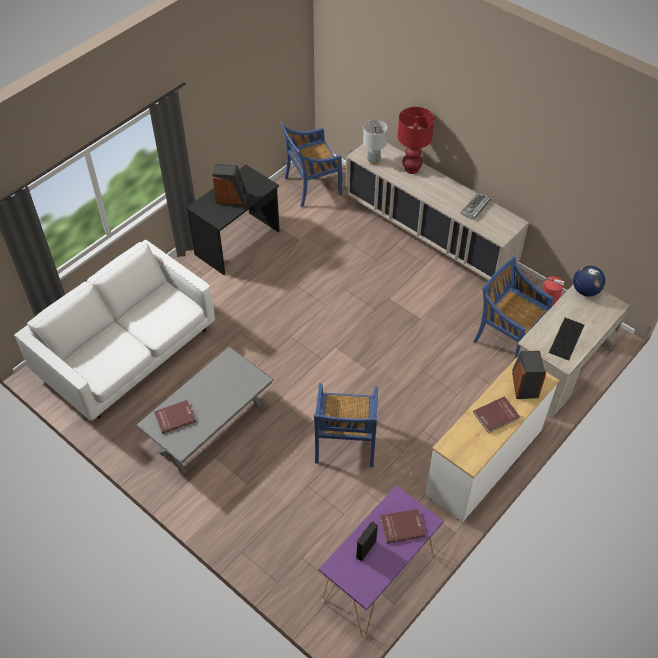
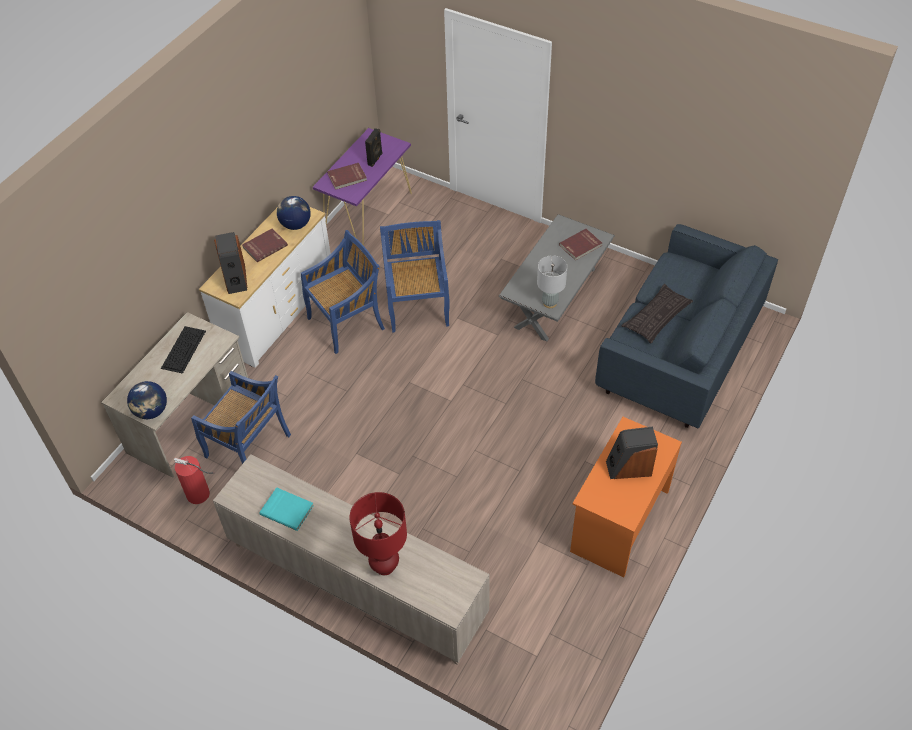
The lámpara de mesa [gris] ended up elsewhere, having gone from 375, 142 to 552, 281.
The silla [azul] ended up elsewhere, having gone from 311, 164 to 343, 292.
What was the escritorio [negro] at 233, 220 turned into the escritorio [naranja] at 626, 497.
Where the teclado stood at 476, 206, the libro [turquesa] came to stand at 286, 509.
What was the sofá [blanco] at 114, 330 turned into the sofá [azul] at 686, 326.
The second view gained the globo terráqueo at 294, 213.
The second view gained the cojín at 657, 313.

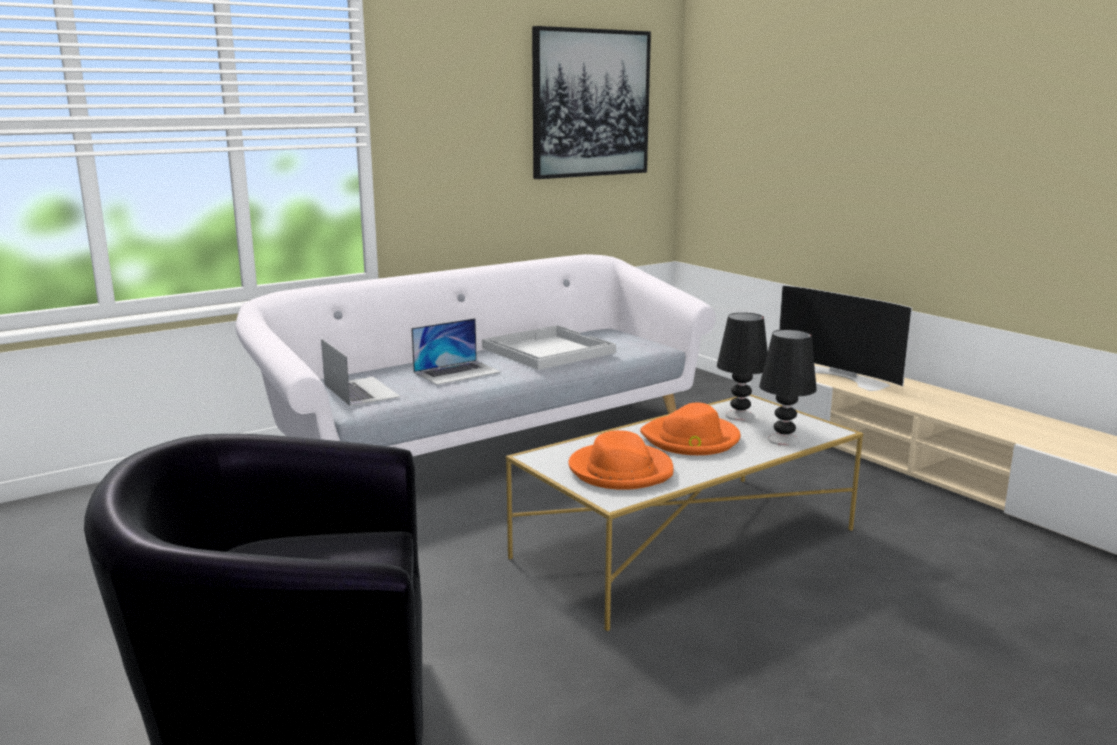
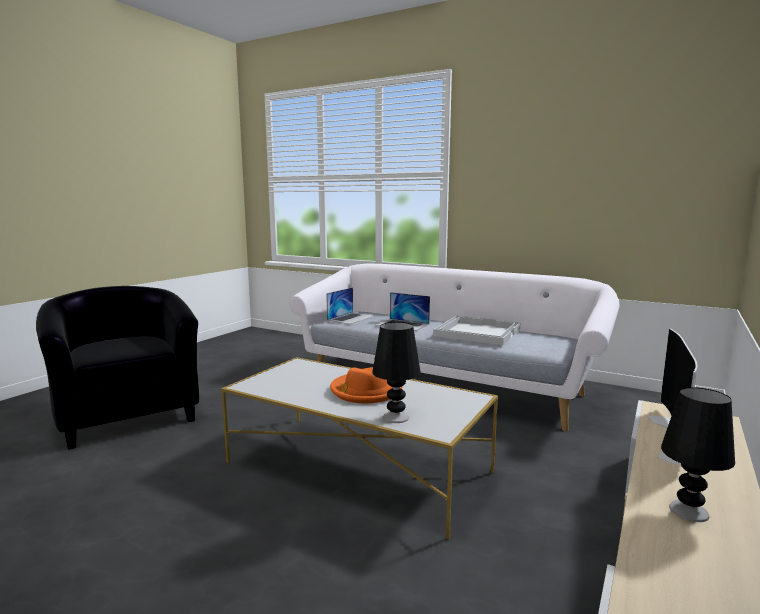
The second view lost the cuadro at 591, 102.
The lámpara de mesa [negro] ended up elsewhere, having gone from 742, 367 to 698, 454.
The second view lost the sombrero [naranja] at 621, 460.

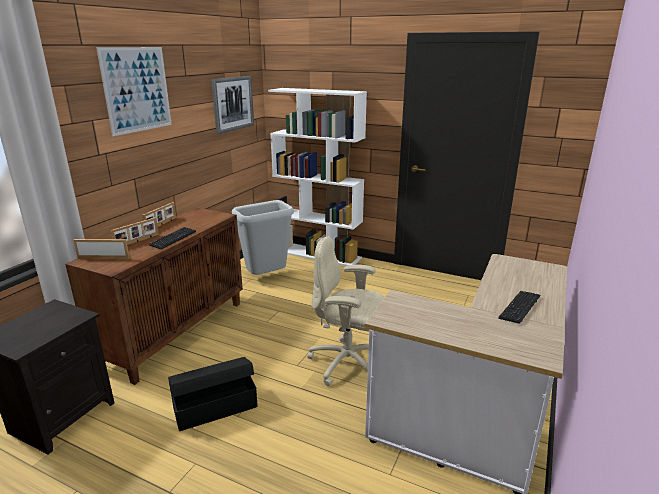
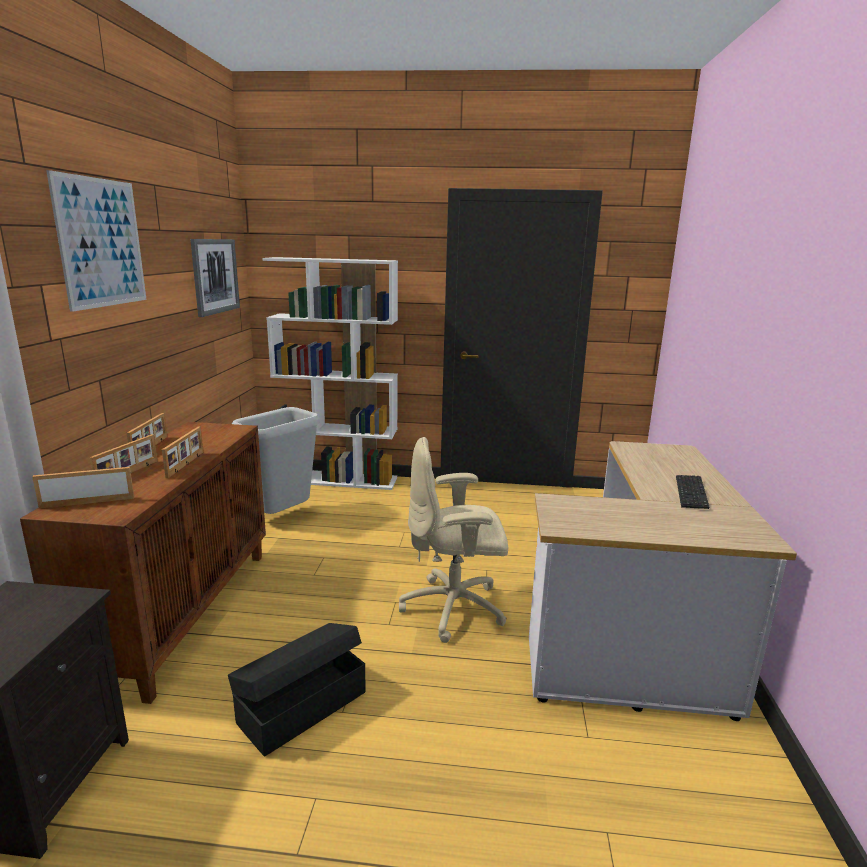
Where the teclado stood at 172, 238, the portarretratos came to stand at 182, 452.

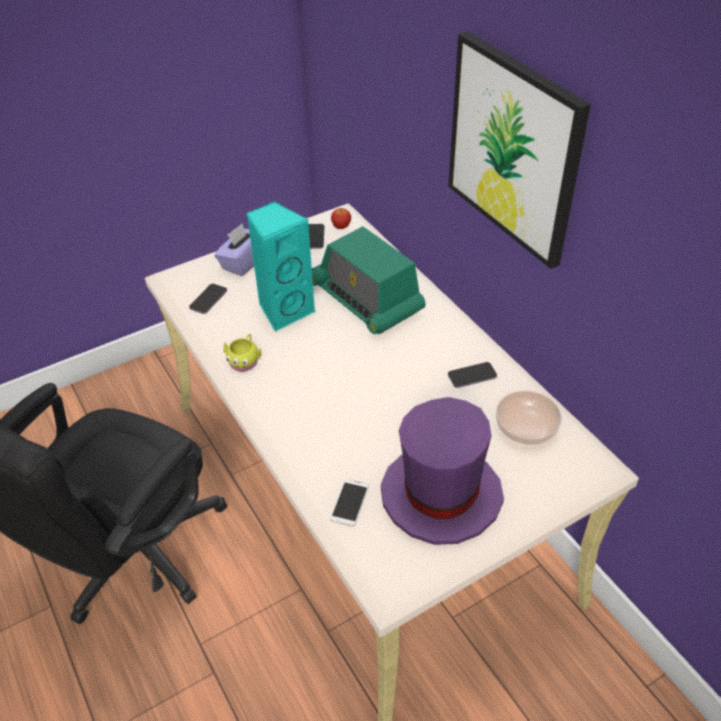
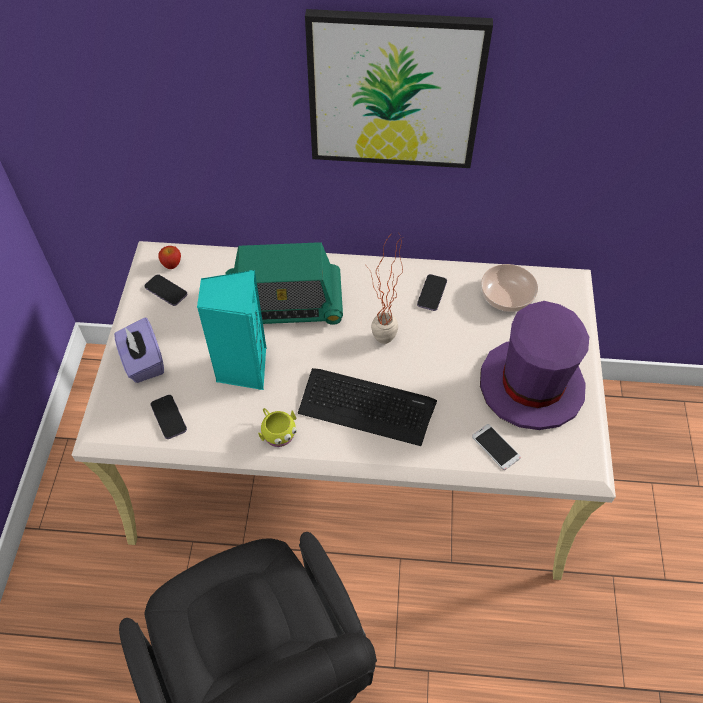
The second view gained the planta en maceta at 385, 289.
The second view gained the teclado at 367, 407.

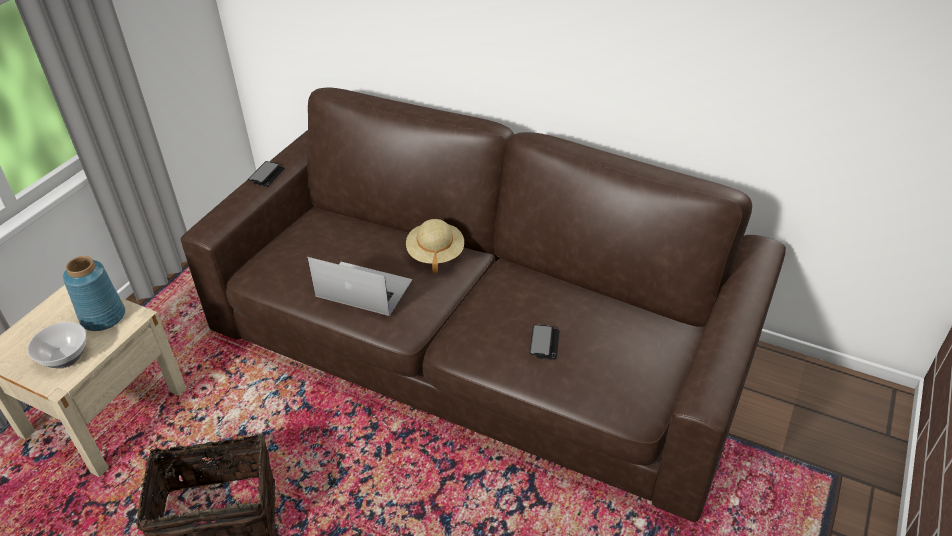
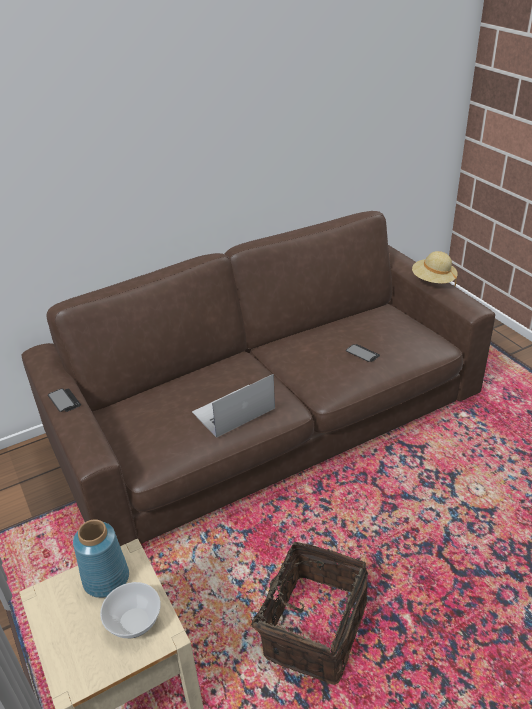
The sombrero [beis] ended up elsewhere, having gone from 435, 246 to 435, 269.

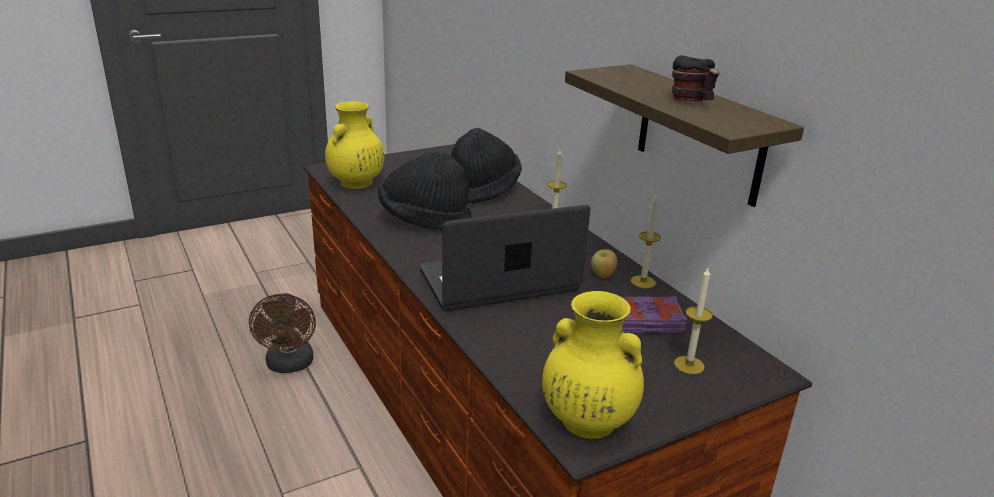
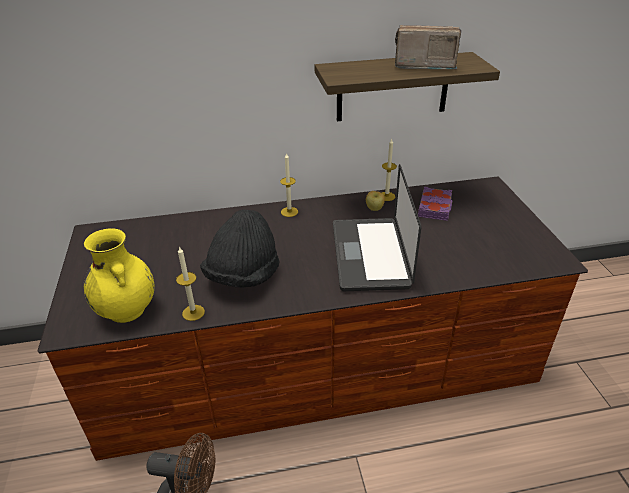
Where the taza grande stood at 695, 78, the radio came to stand at 428, 47.
The second view lost the sombrero [negro] at 486, 165.
The vela ended up elsewhere, having gone from 693, 321 to 190, 283.
The second view lost the florero [amarillo] at 593, 365.

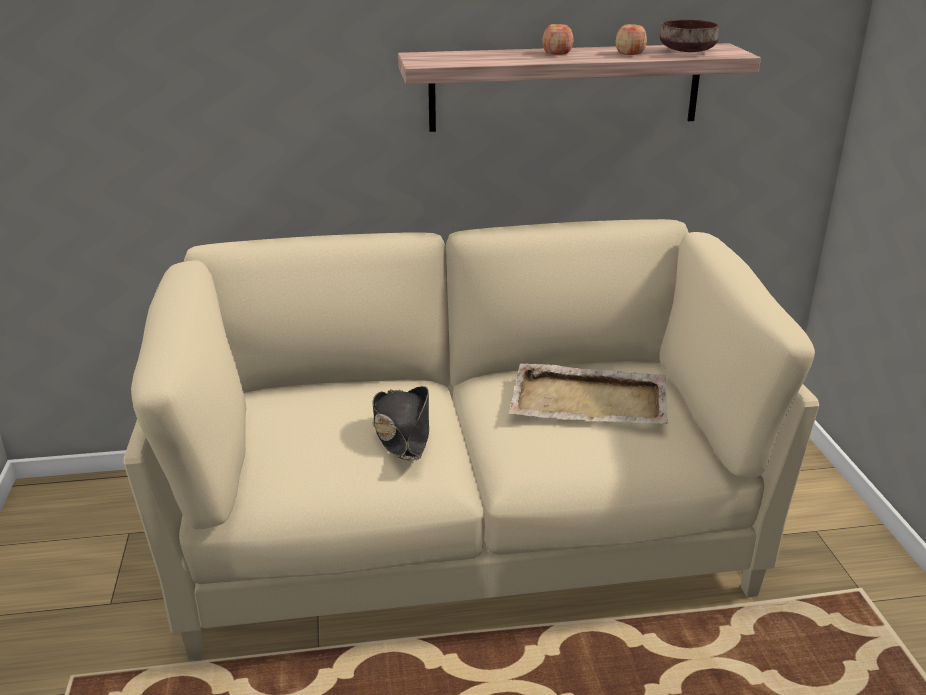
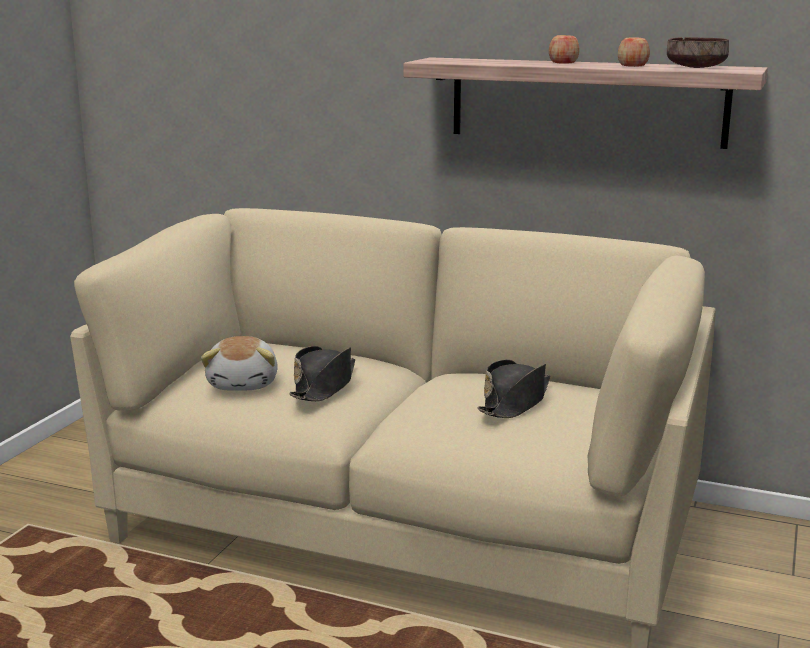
Where the bandeja [beis] stood at 588, 393, the sombrero [negro] came to stand at 514, 388.
The second view gained the peluche at 239, 363.

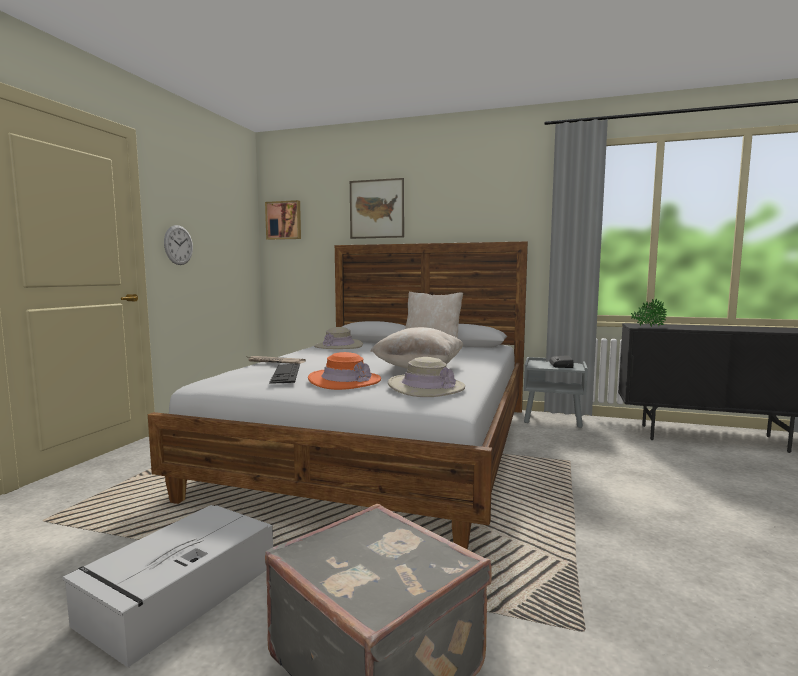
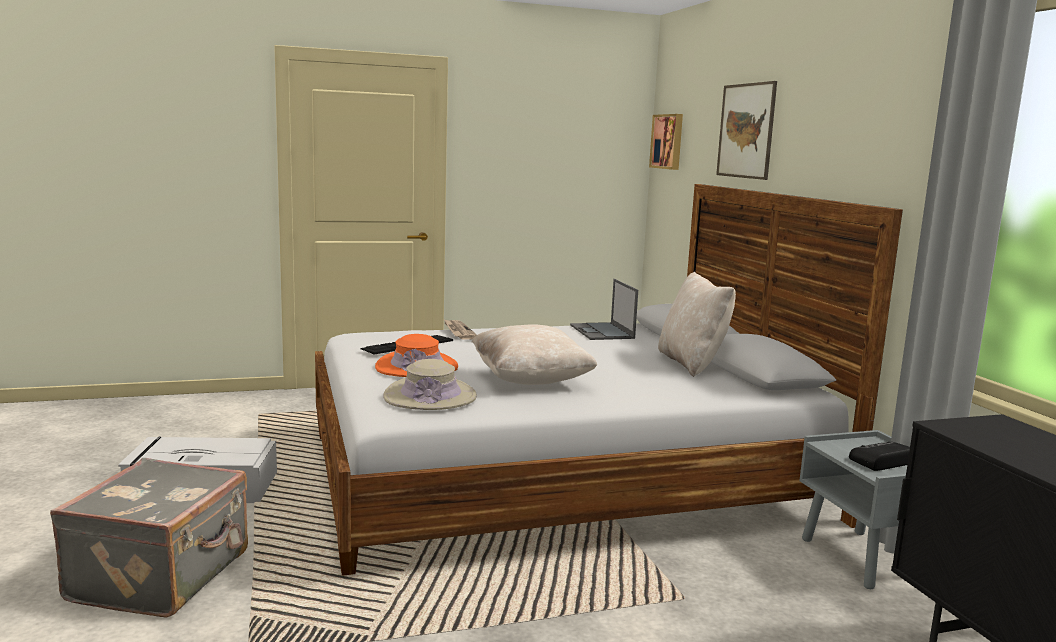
The second view lost the reloj de pared at 178, 245.
The second view lost the planta en maceta at 649, 313.
Where the sombrero [beis] stood at 338, 338, the portátil came to stand at 604, 309.

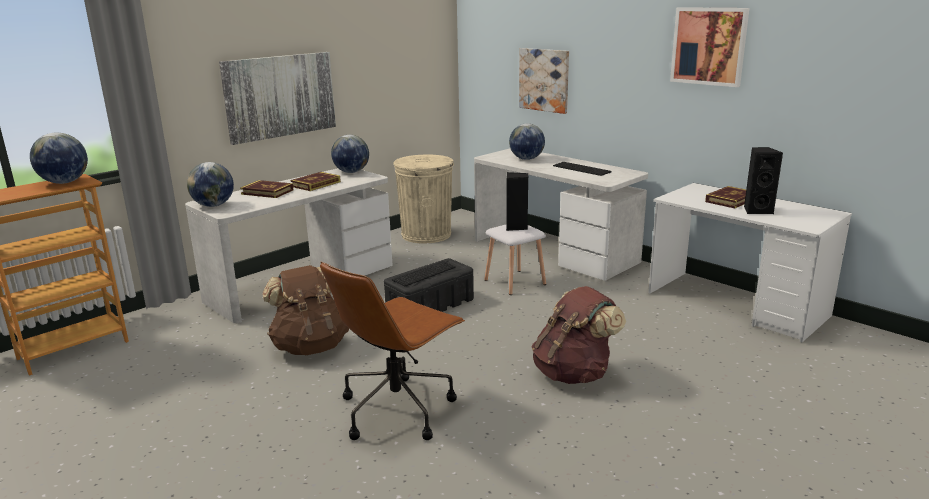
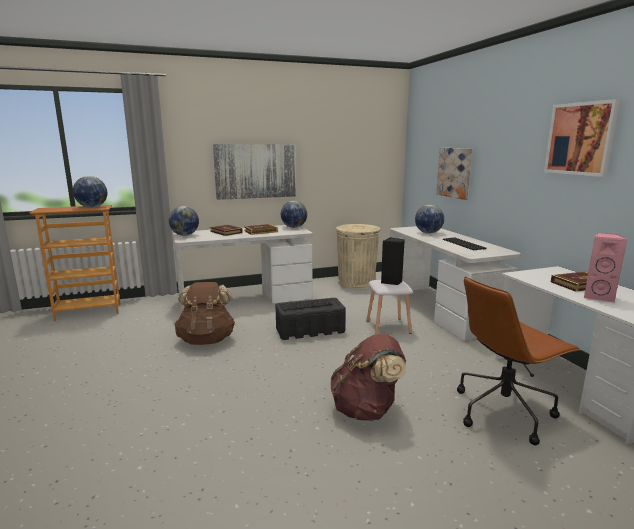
What was the altavoz [negro] at 763, 180 turned into the altavoz [rosa] at 605, 267.
The silla de oficina [marrón] ended up elsewhere, having gone from 392, 350 to 519, 360.

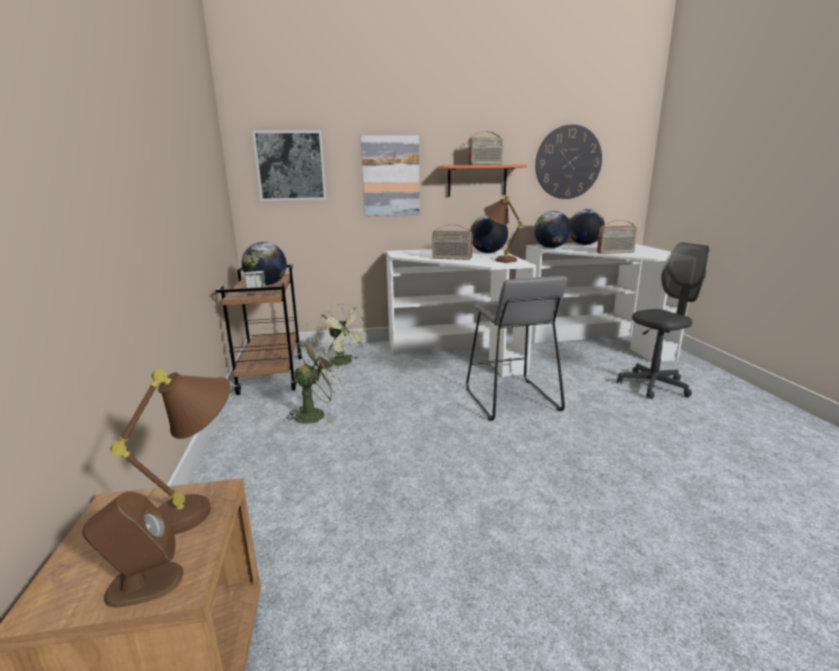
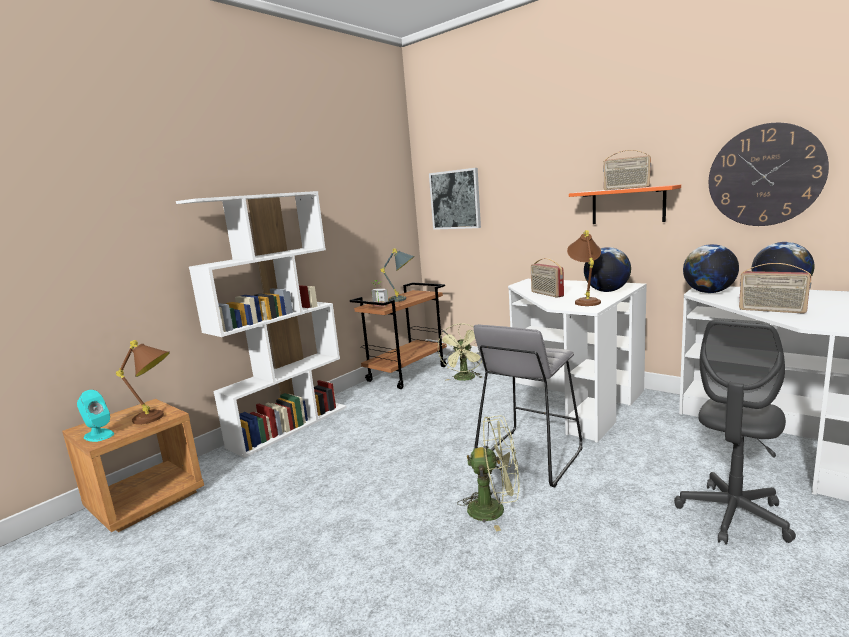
The second view lost the cuadro at 390, 175.
Where the globo terráqueo stood at 264, 263, the lámpara de mesa [gris] came to stand at 398, 275.
The silla de oficina [gris] at 663, 320 ended up facing another way, 105 degrees clockwise from before.
The ventilador [verde] ended up elsewhere, having gone from 313, 381 to 488, 473.
What was the altavoz [marrón] at 132, 549 turned into the altavoz [turquesa] at 95, 416.
The second view gained the estantería [blanco] at 261, 324.

